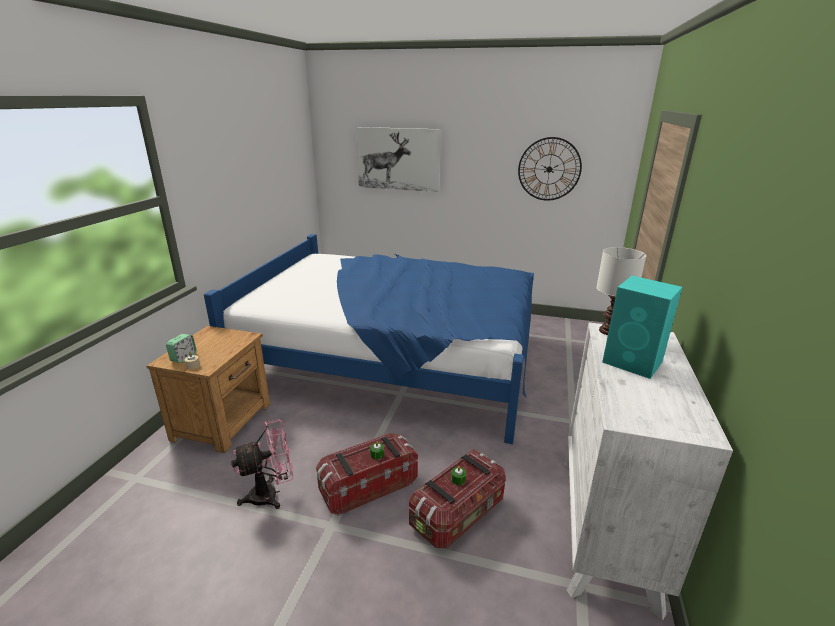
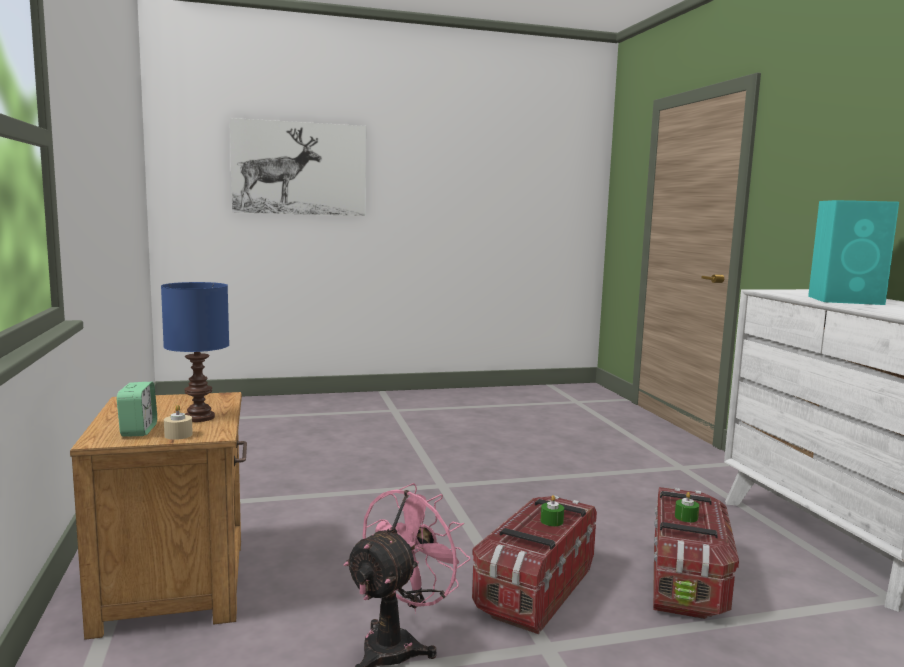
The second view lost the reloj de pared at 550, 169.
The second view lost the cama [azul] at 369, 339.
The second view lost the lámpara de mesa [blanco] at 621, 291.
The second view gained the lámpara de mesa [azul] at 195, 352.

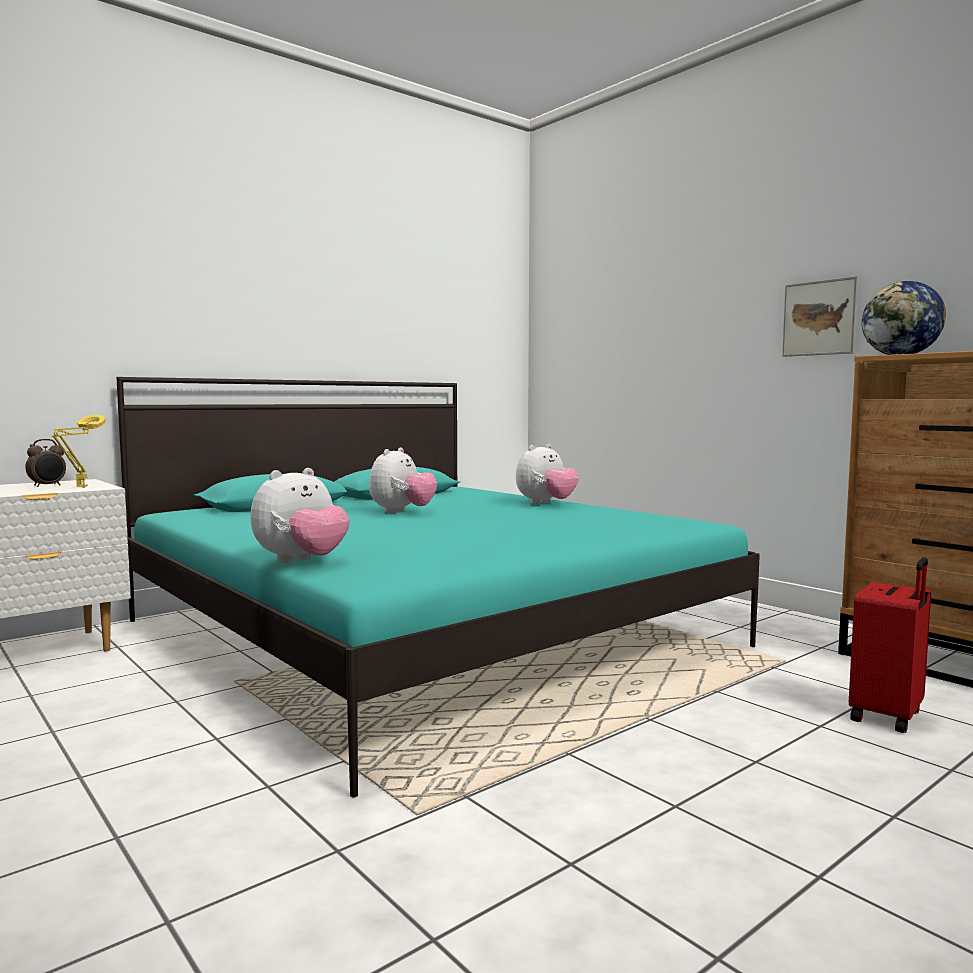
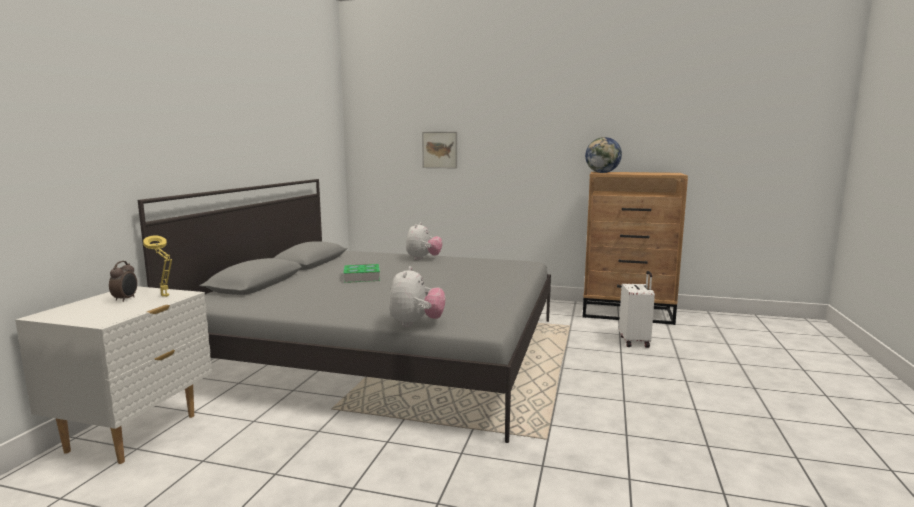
The cuadro ended up elsewhere, having gone from 820, 316 to 439, 150.
What was the cama [turquesa] at 438, 587 turned into the cama [gris] at 344, 311.
Where the peluche stood at 403, 480, the libro came to stand at 361, 273.
What was the maleta [rojo] at 890, 645 turned into the maleta [blanco] at 637, 309.

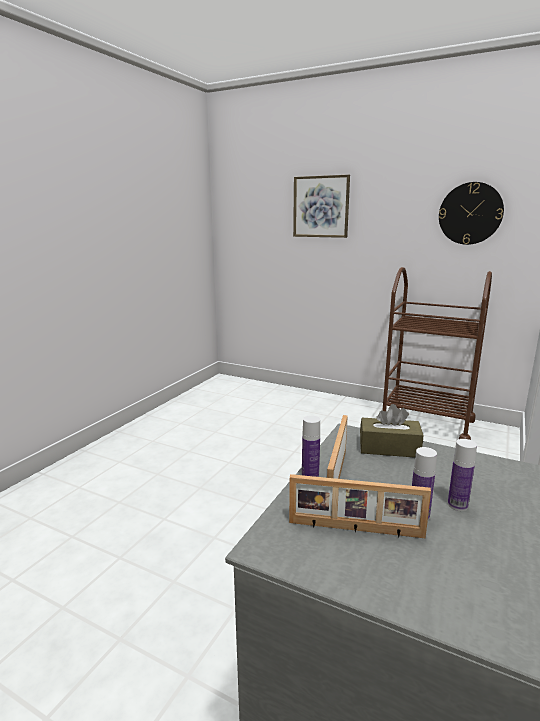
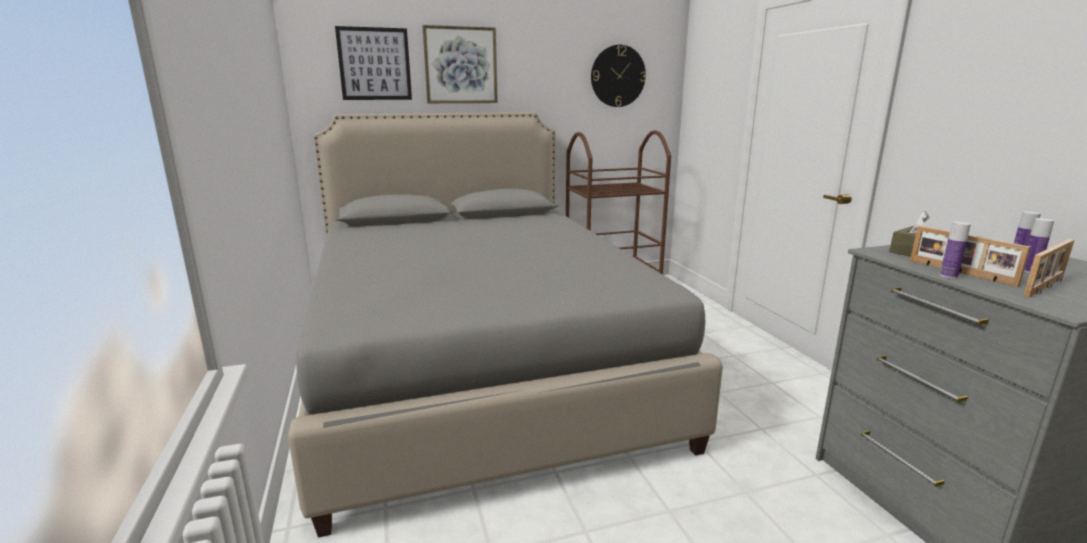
The second view gained the cuadro at 373, 63.
The second view gained the cama [gris] at 505, 325.

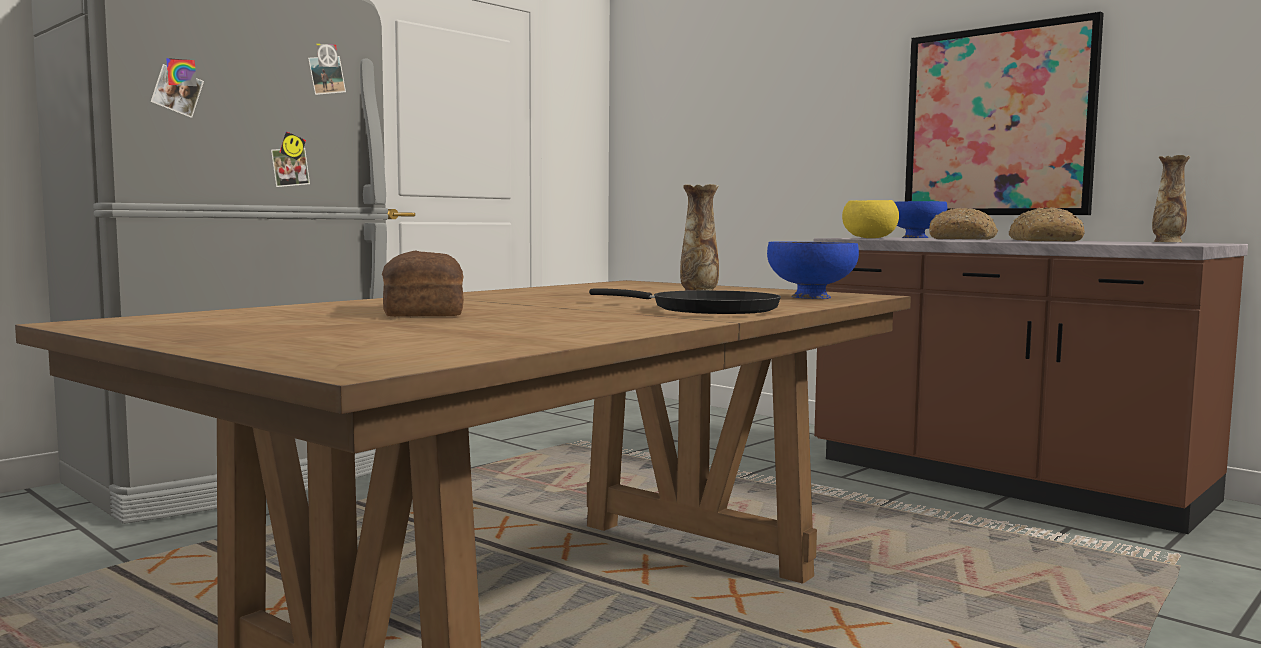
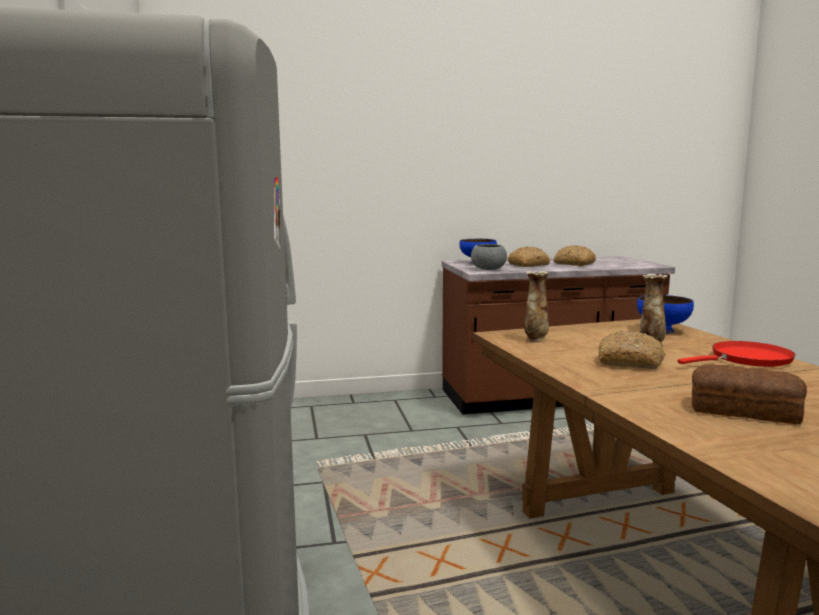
The second view lost the cuadro at 1004, 113.
The florero ended up elsewhere, having gone from 1171, 198 to 536, 307.
What was the cuenco [amarillo] at 870, 219 turned into the cuenco [gris] at 489, 257.
What was the sartén [negro] at 685, 301 turned into the sartén [rojo] at 736, 354.
The second view gained the pan at 632, 350.

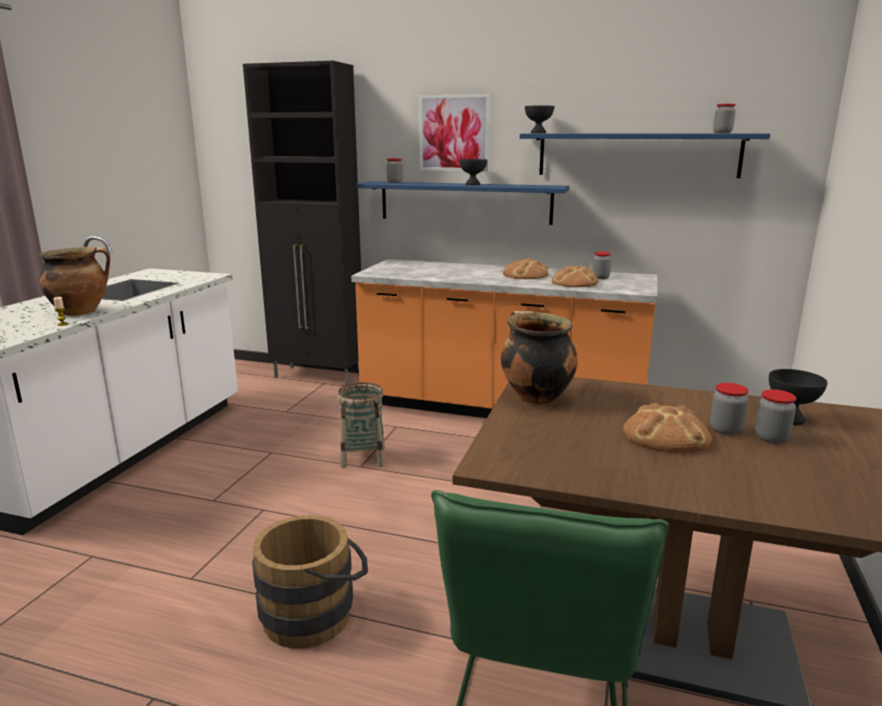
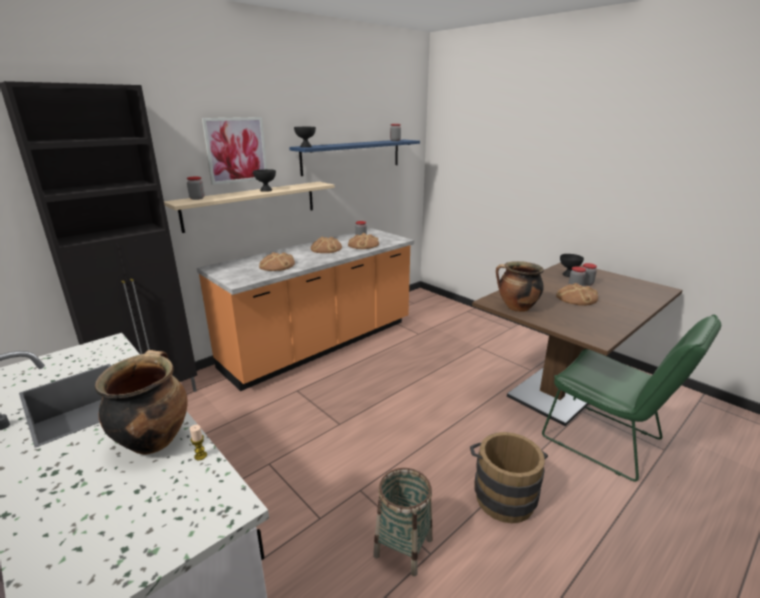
What was the estante [azul] at 462, 203 turned into the estante [beis] at 249, 207.
The cesta ended up elsewhere, having gone from 361, 425 to 402, 522.
The second view gained the pan at 277, 261.

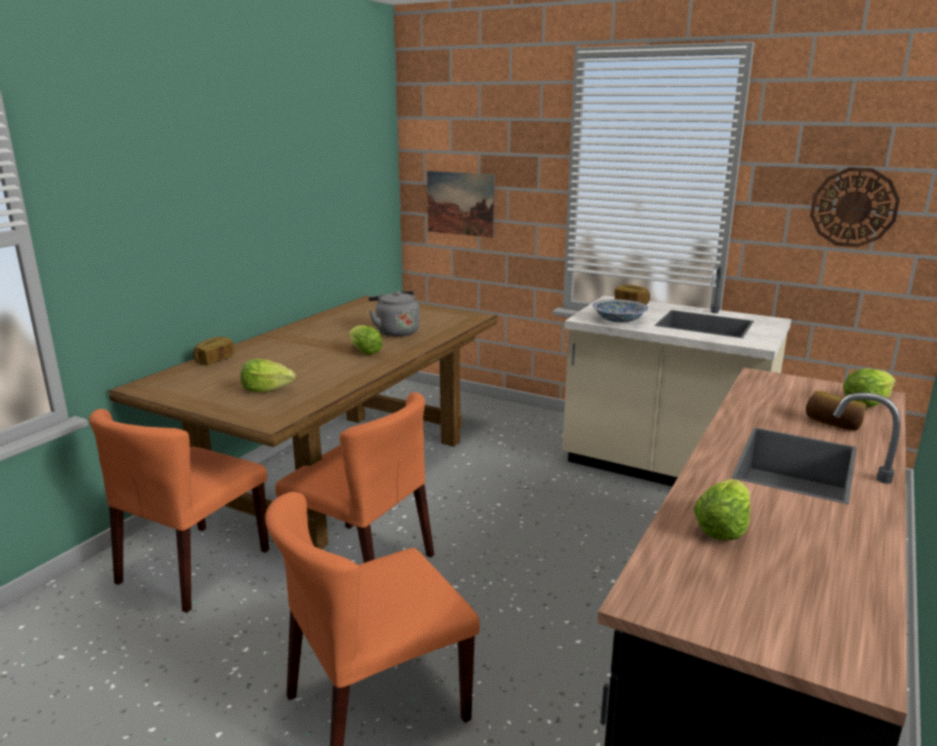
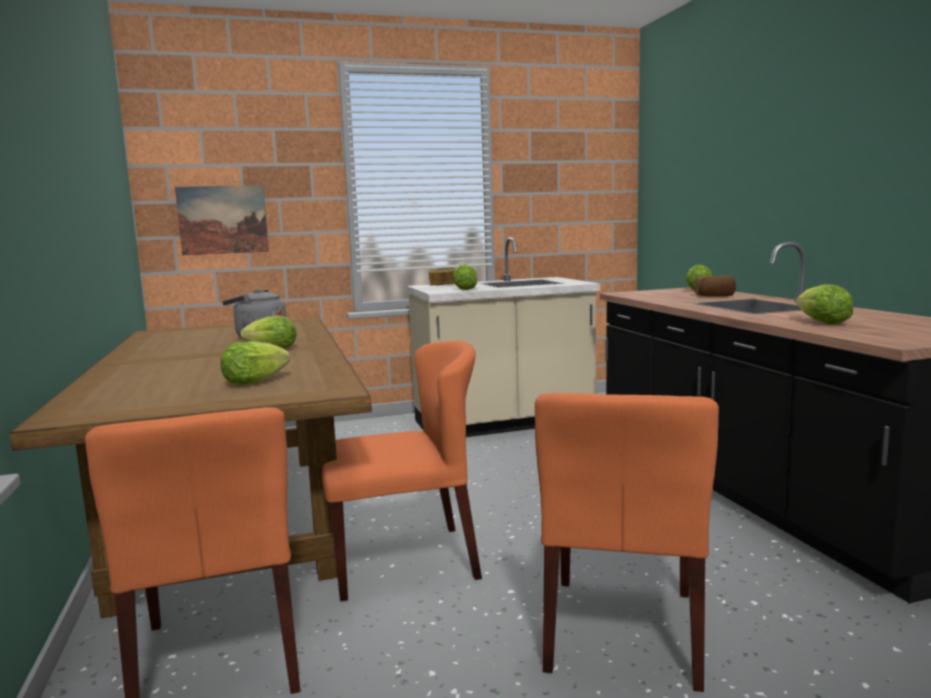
The second view lost the reloj de pared at 855, 207.
Where the cuenco stood at 620, 310, the lechuga came to stand at 464, 277.
The second view lost the pan at 213, 351.

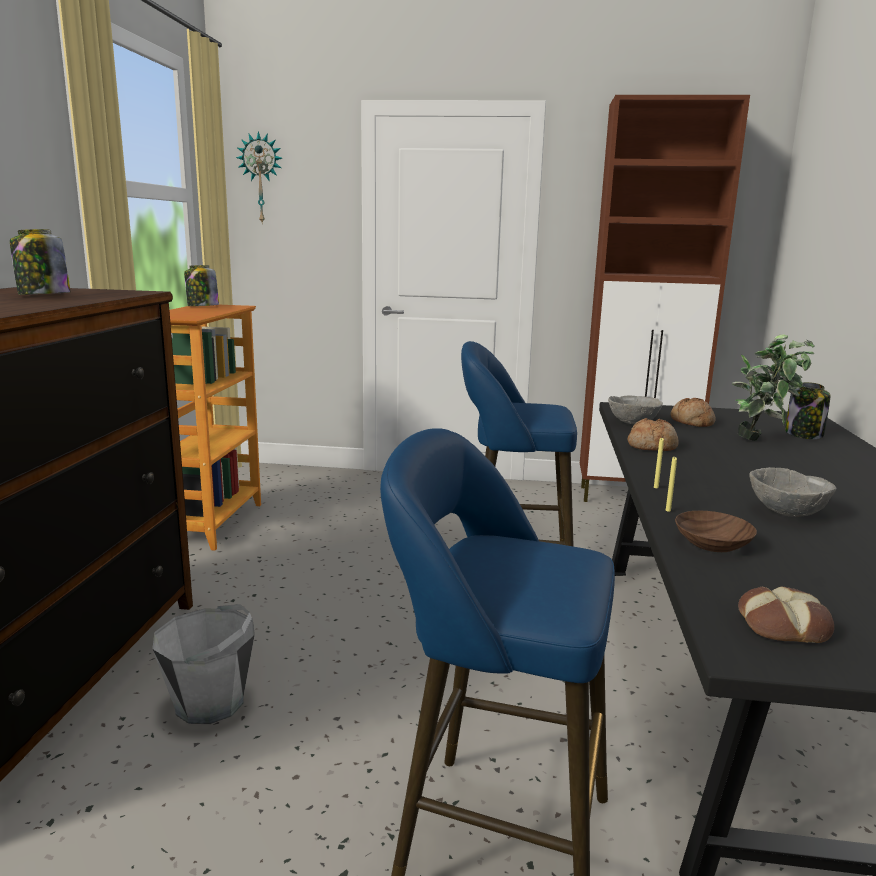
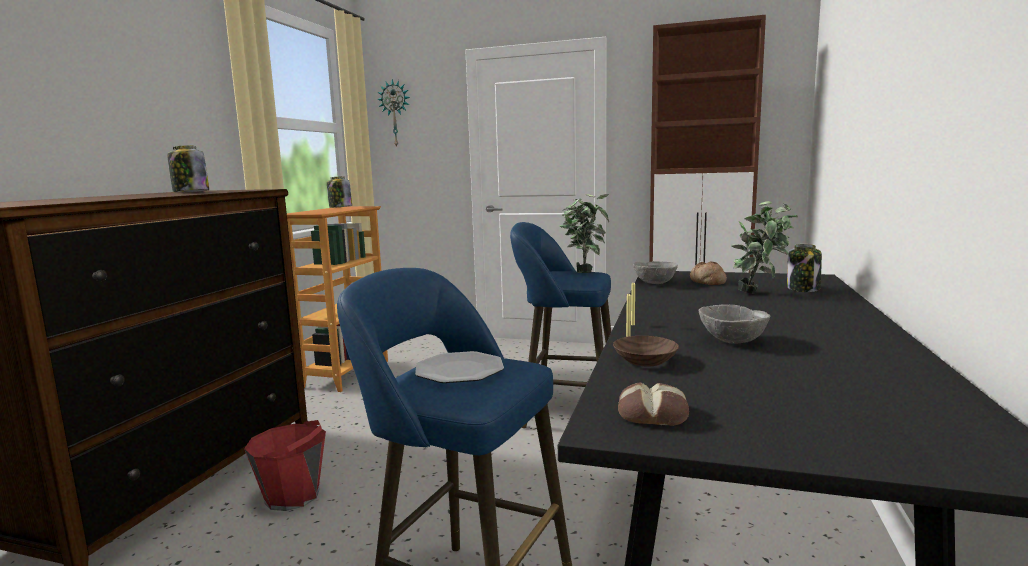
The second view lost the pan at 653, 434.
What was the cubo [gris] at 203, 664 turned into the cubo [rojo] at 285, 465.
The second view gained the planta en maceta at 584, 233.
The second view gained the plato at 459, 367.

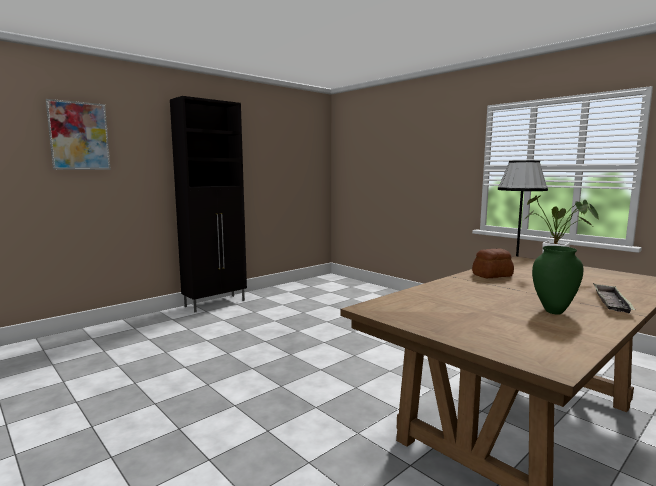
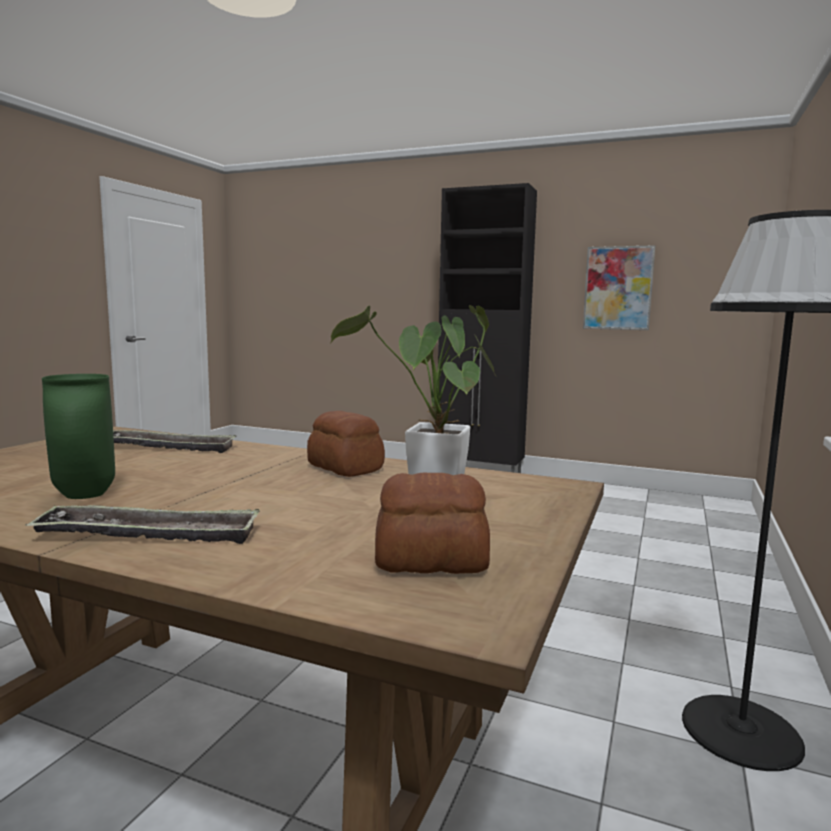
The cuadro ended up elsewhere, having gone from 78, 134 to 619, 287.
The second view gained the bandeja at 174, 441.
The second view gained the pan at 432, 523.

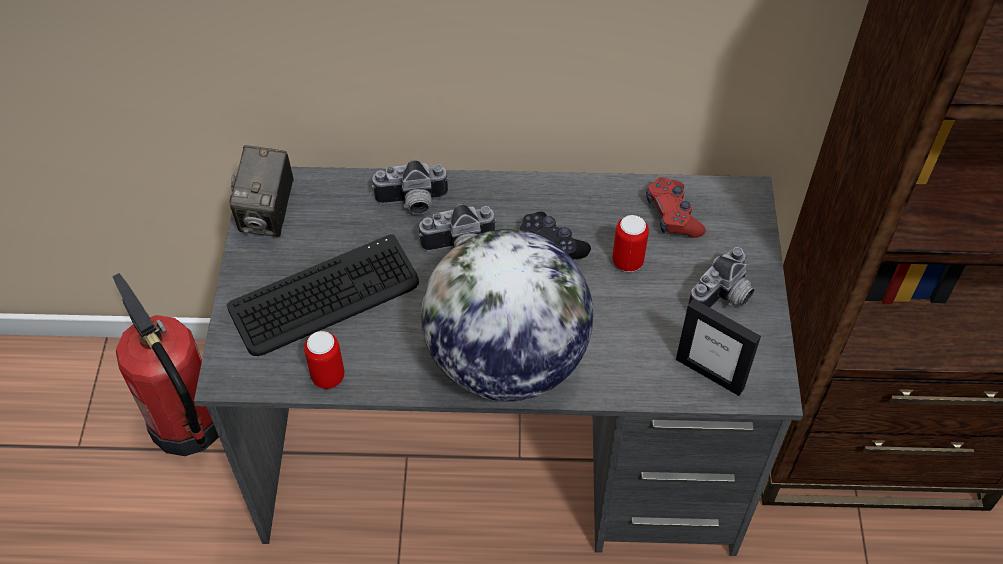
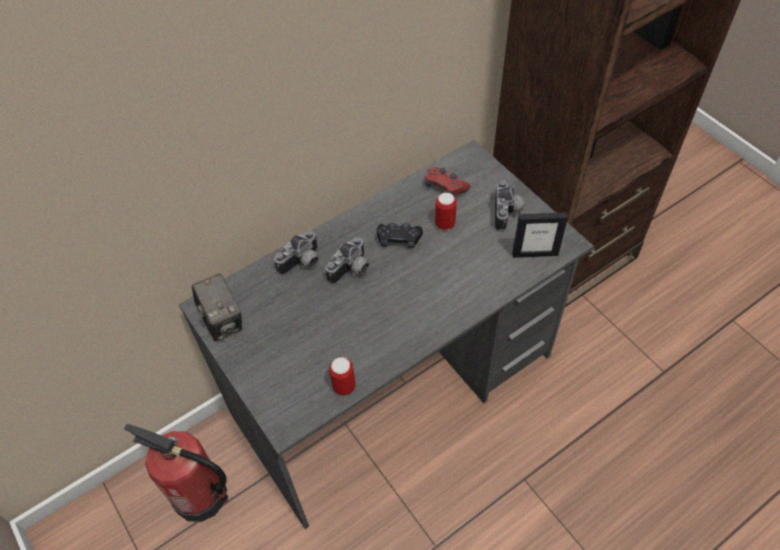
The second view lost the globo terráqueo at 507, 315.
The second view lost the teclado at 323, 295.

